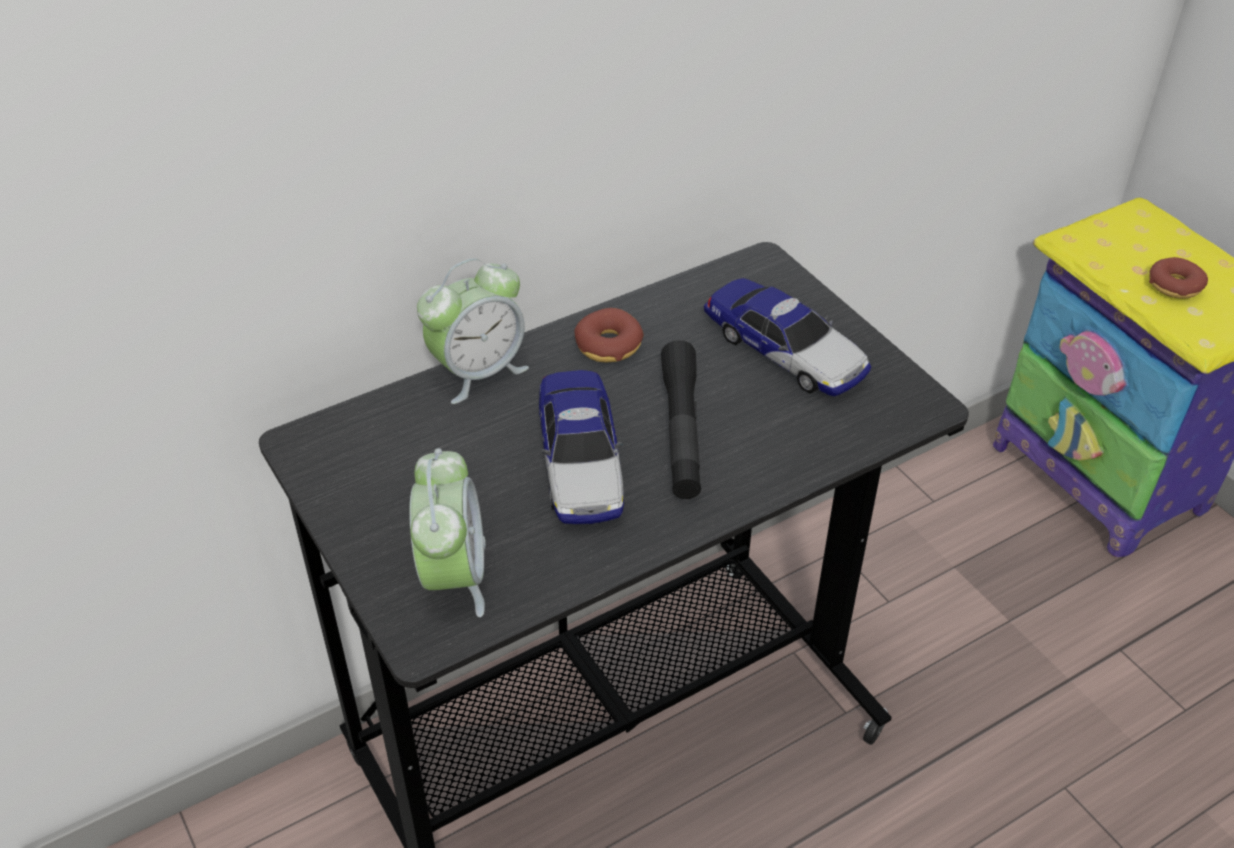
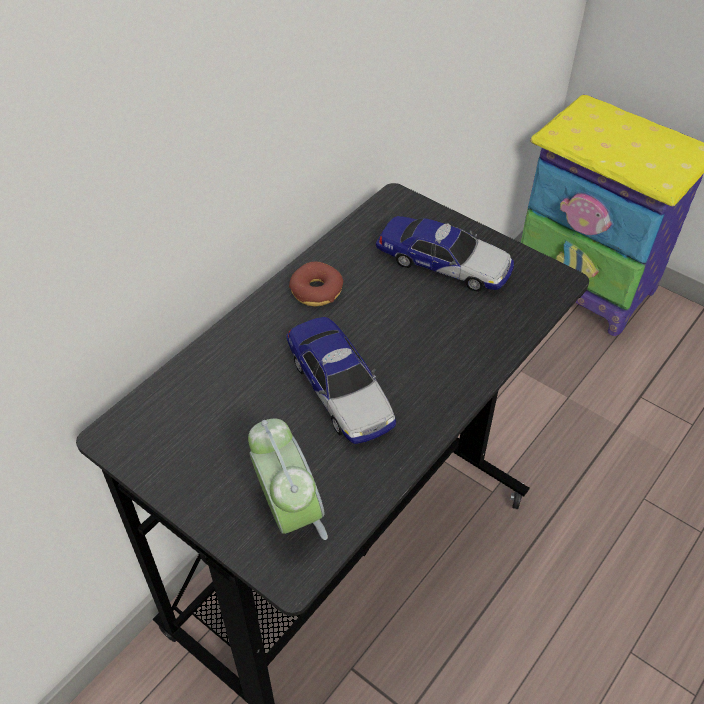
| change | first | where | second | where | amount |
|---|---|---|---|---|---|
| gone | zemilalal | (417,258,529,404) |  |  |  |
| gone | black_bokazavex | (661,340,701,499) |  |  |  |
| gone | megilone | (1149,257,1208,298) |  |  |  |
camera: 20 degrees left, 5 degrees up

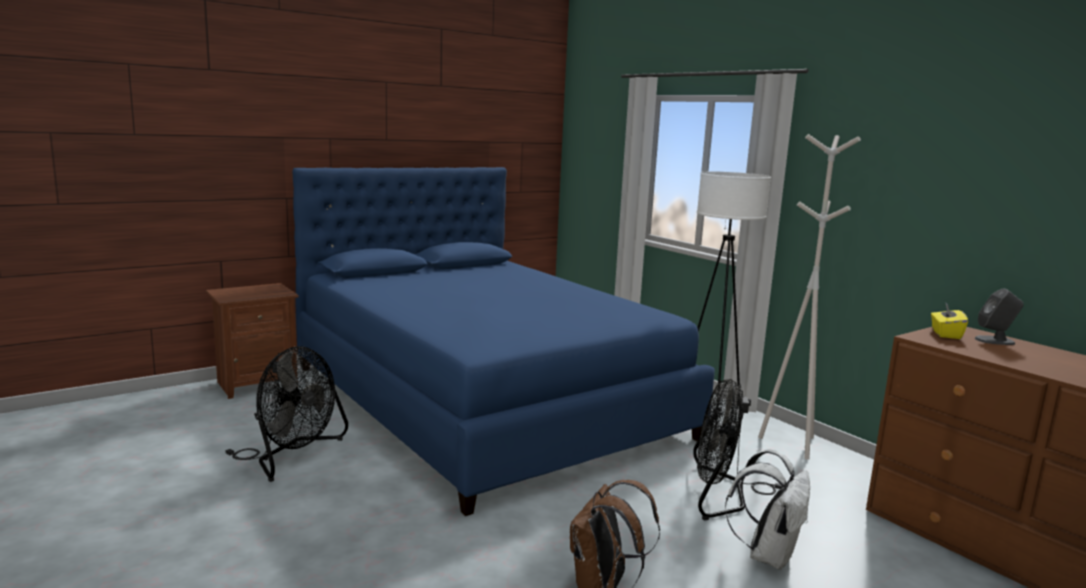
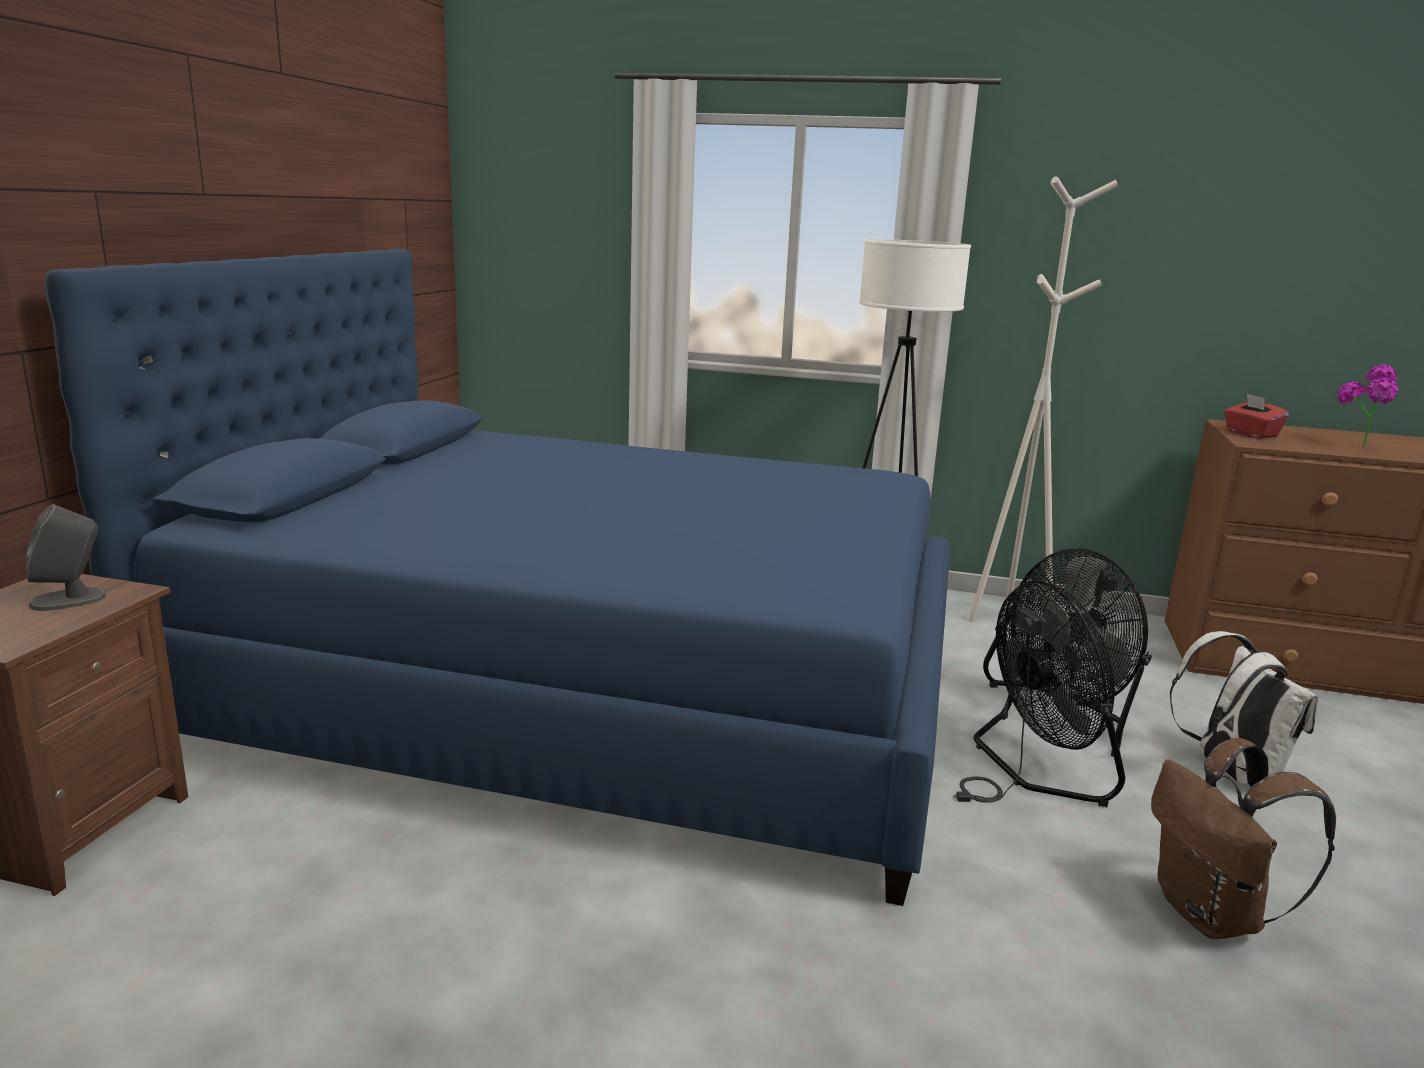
| change | first | where | second | where | amount |
|---|---|---|---|---|---|
| shifted | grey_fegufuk | (975,289,1024,345) |  | (25,504,106,611) |  |
| shifted | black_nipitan | (226,346,348,482) |  | (953,580,1125,807) |  |
| repainted | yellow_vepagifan | (931,302,968,339) | red_vepagifan | (1224,394,1289,438) |  |
| new |  |  | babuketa | (1337,364,1398,446) |  |
camera: 40 degrees left, 5 degrees up

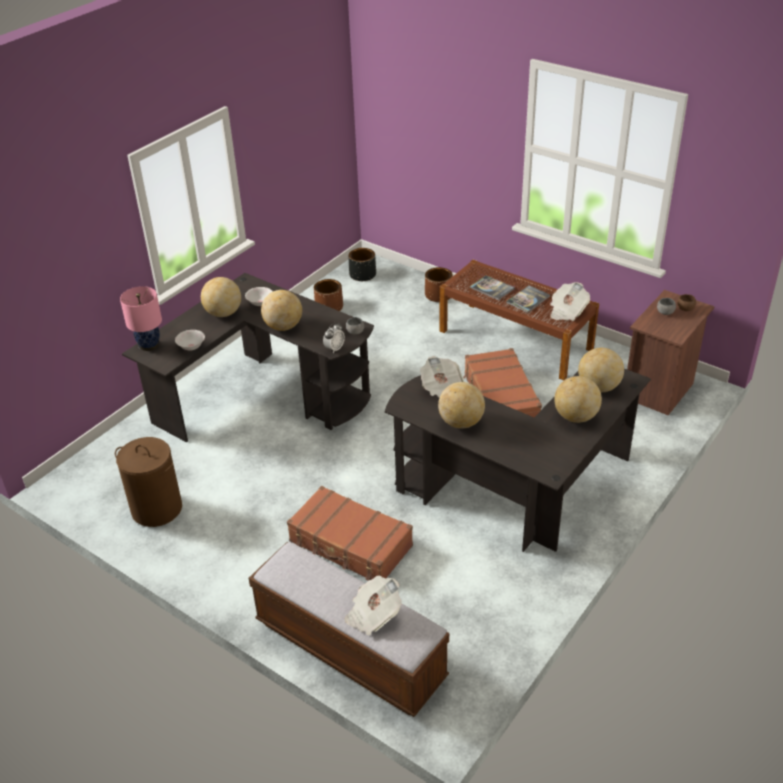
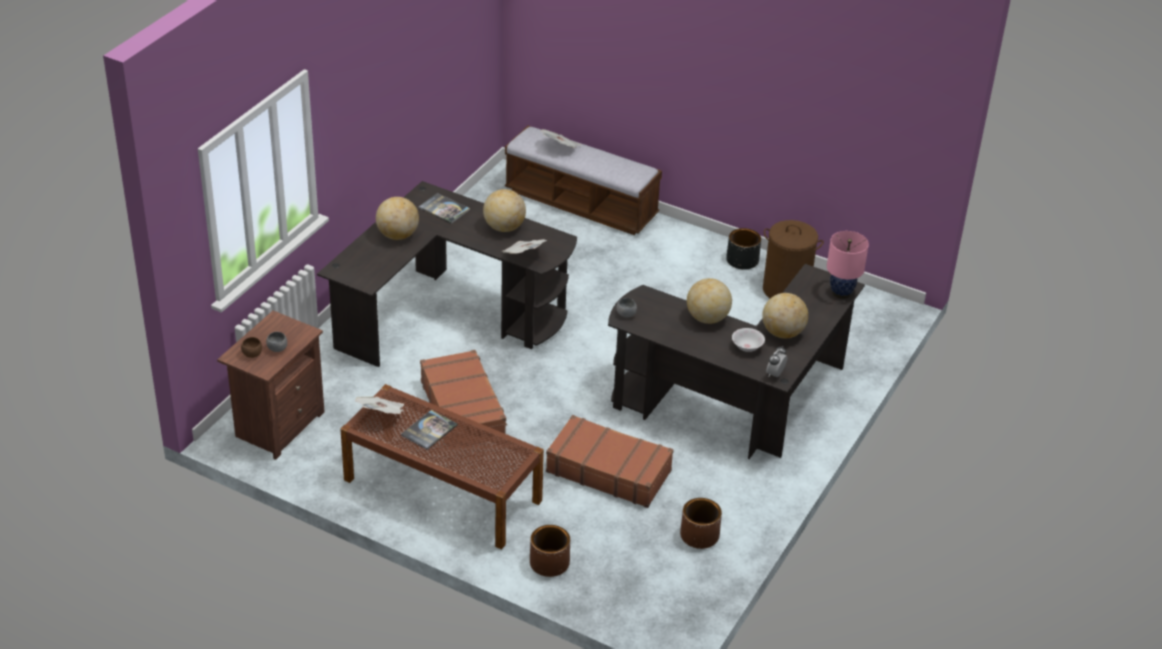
| change | first | where | second | where | amount |
|---|---|---|---|---|---|
| shifted | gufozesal | (470,275,515,300) |  | (418,193,470,224) |  |
| shifted | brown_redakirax | (287,486,413,581) |  | (546,415,674,508) |  |
| shifted | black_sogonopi | (348,248,376,281) |  | (726,228,761,270) |  |
| shifted | zemilalal | (323,322,345,353) |  | (766,346,788,377) |  |
| gone | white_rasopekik | (175,330,205,351) |  |  |  |
| gone | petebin | (578,348,624,393) |  |  |  |
camera: 170 degrees right, 0 degrees up

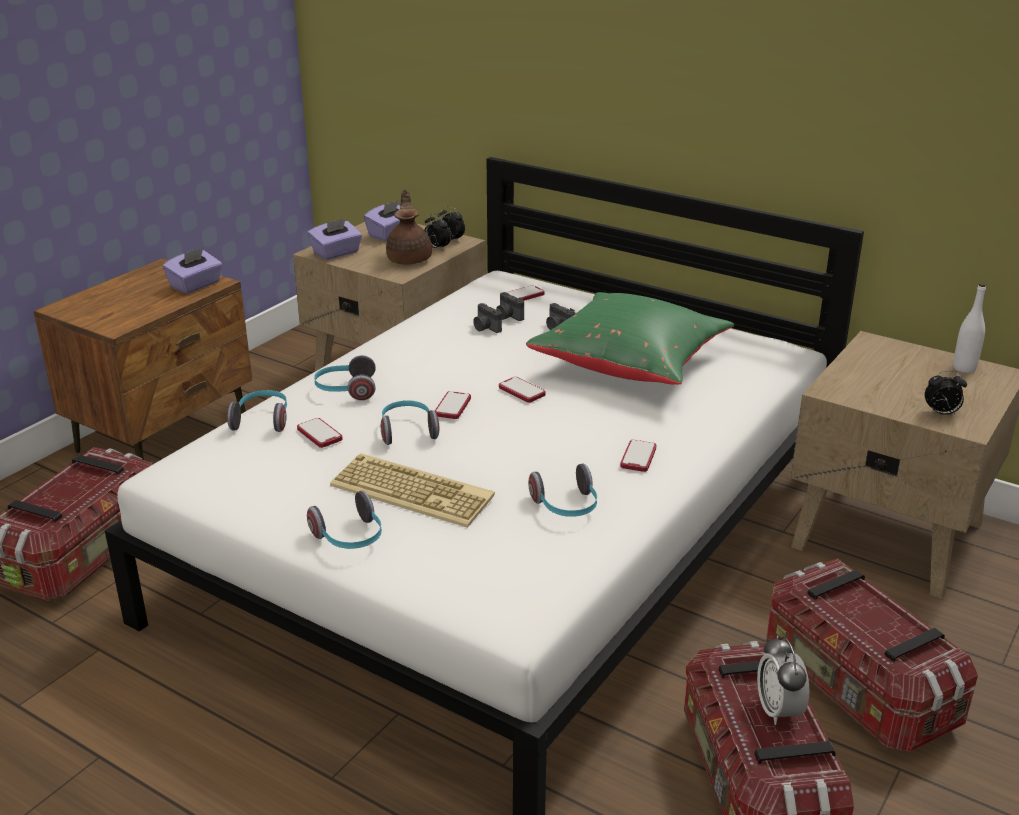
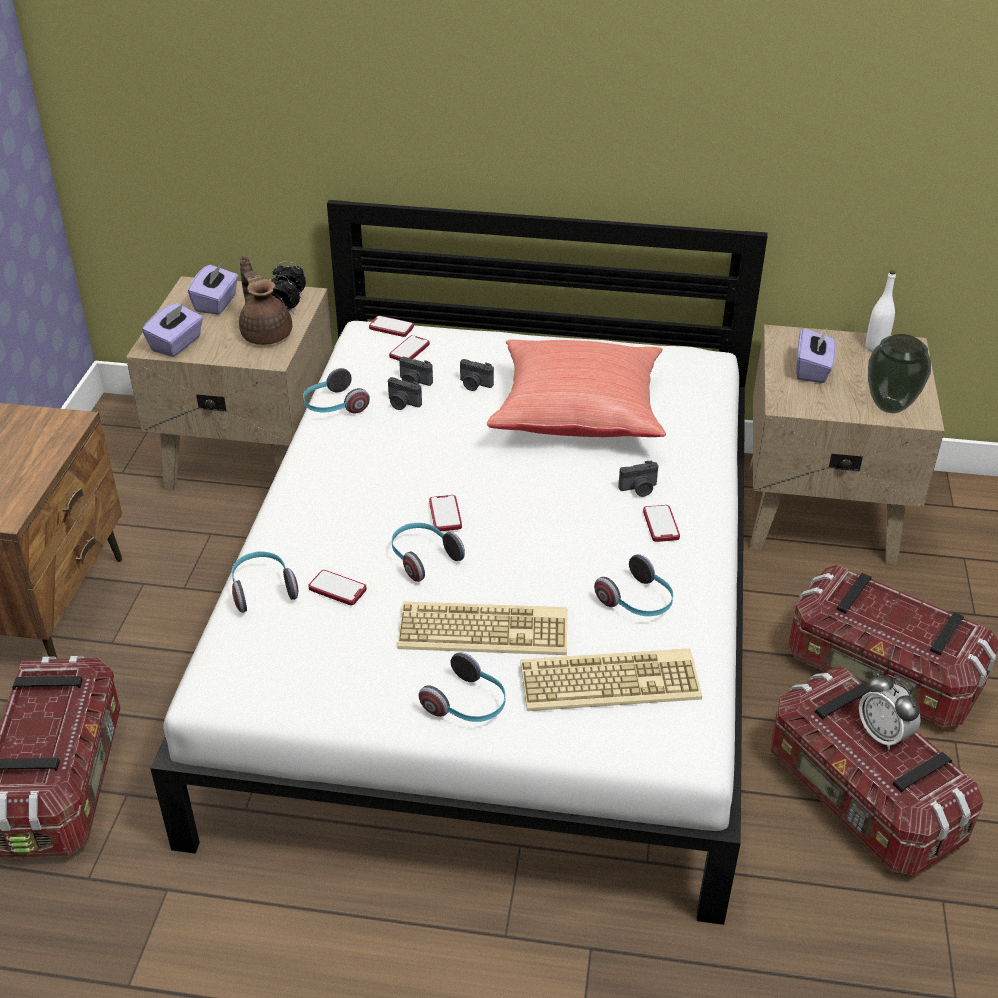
| change | first | where | second | where | amount |
|---|---|---|---|---|---|
| shifted | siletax | (314,355,376,400) |  | (303,368,370,413) |  |
| shifted | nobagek | (499,377,546,403) |  | (369,316,414,337) |  |
| repainted | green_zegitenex | (526,292,734,385) | red_zegitenex | (487,340,666,437) |  |
| new |  |  | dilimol | (521,648,702,711) |  |
| new |  |  | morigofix | (618,461,658,497) |  |
| shifted | purple_vepagifan | (163,248,222,294) |  | (796,328,836,383) |  |
| swapped | zemilalal | (925,371,967,415) | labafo | (868,334,931,413) |  |
camera: 25 degrees left, 10 degrees up

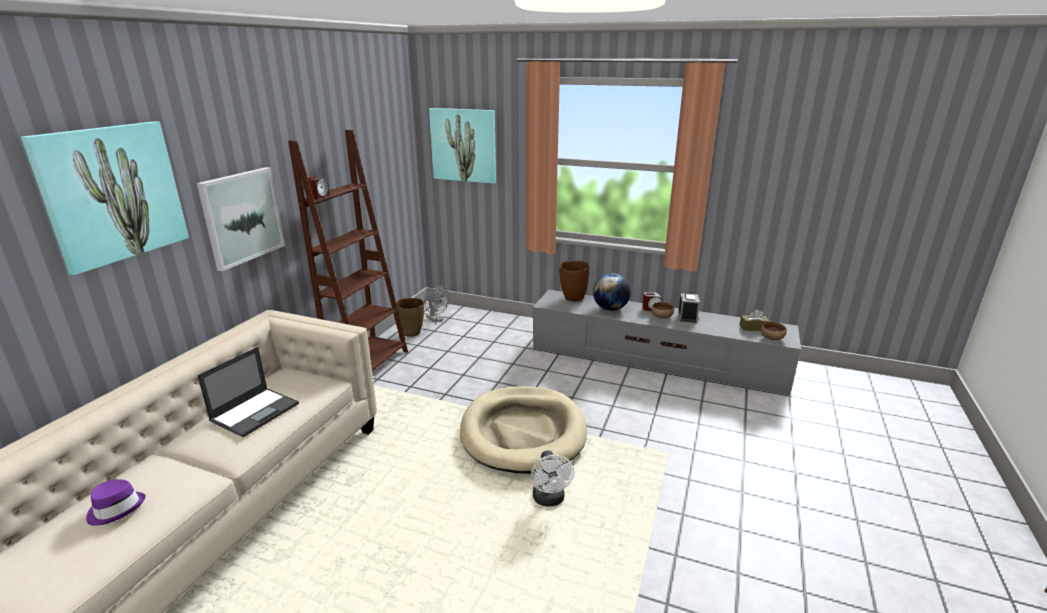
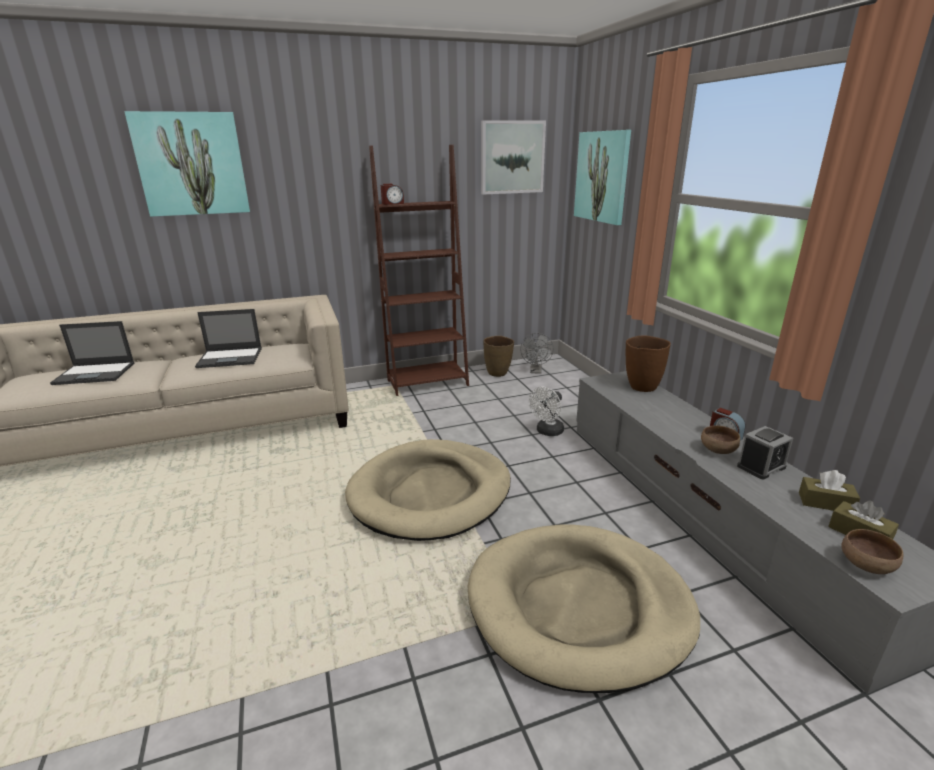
| change | first | where | second | where | amount |
|---|---|---|---|---|---|
| swapped | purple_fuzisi | (86,479,145,525) | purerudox | (50,321,134,385) |  |
| new |  |  | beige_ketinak | (467,524,700,693) |  |
| shifted | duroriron | (197,167,285,271) |  | (481,120,546,195) |  |
| shifted | white_nipitan | (531,450,574,507) |  | (529,387,564,436) |  |
| new |  |  | brown_vepagifan | (799,470,860,511) |  |
| gone | petebin | (593,273,631,311) |  |  |  |
camera: 50 degrees right, 0 degrees up

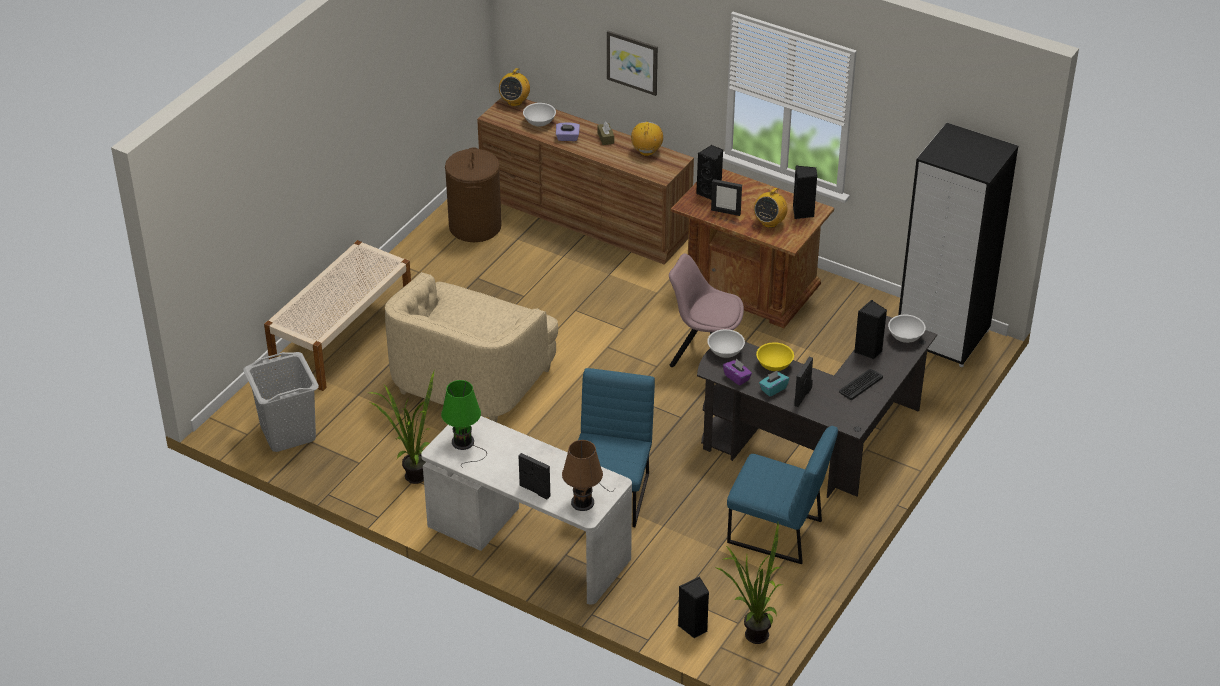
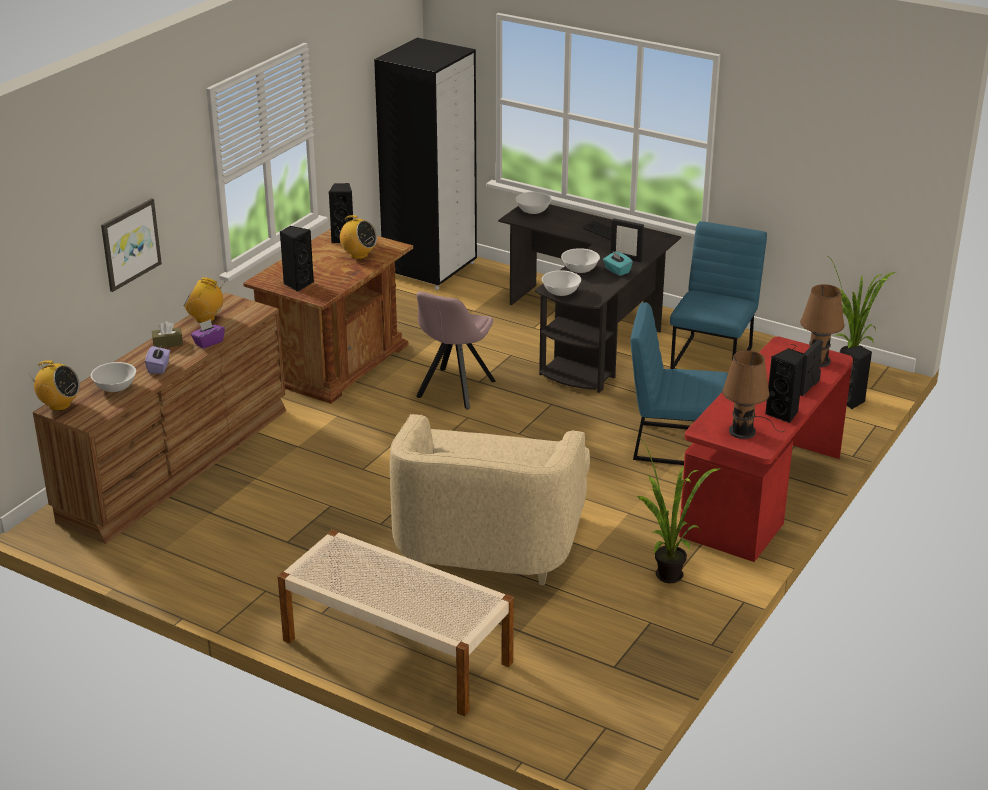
| change | first | where | second | where | amount |
|---|---|---|---|---|---|
| shifted | purple_vepagifan | (723,358,752,386) |  | (191,319,225,349) |  |
| rotated | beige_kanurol | (385,272,558,422) |  | (390,414,590,586) | 75 degrees clockwise |
| repainted | yellow_rasopekik | (756,342,794,371) | white_rasopekik | (561,248,600,273) |  |
| repainted | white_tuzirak | (421,416,632,605) | red_tuzirak | (679,337,853,562) |  |
| repainted | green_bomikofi | (441,380,487,468) | brown_bomikofi | (722,350,784,439) |  |
| shifted | black_fegufuk | (854,300,887,359) |  | (765,348,805,423) |  |
| gone | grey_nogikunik | (243,352,319,452) |  |  |  |
| gone | brown_nogikunik | (445,147,502,242) |  |  |  |
| gone | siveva | (711,179,742,216) |  |  |  |
camera: 90 degrees left, 10 degrees down

